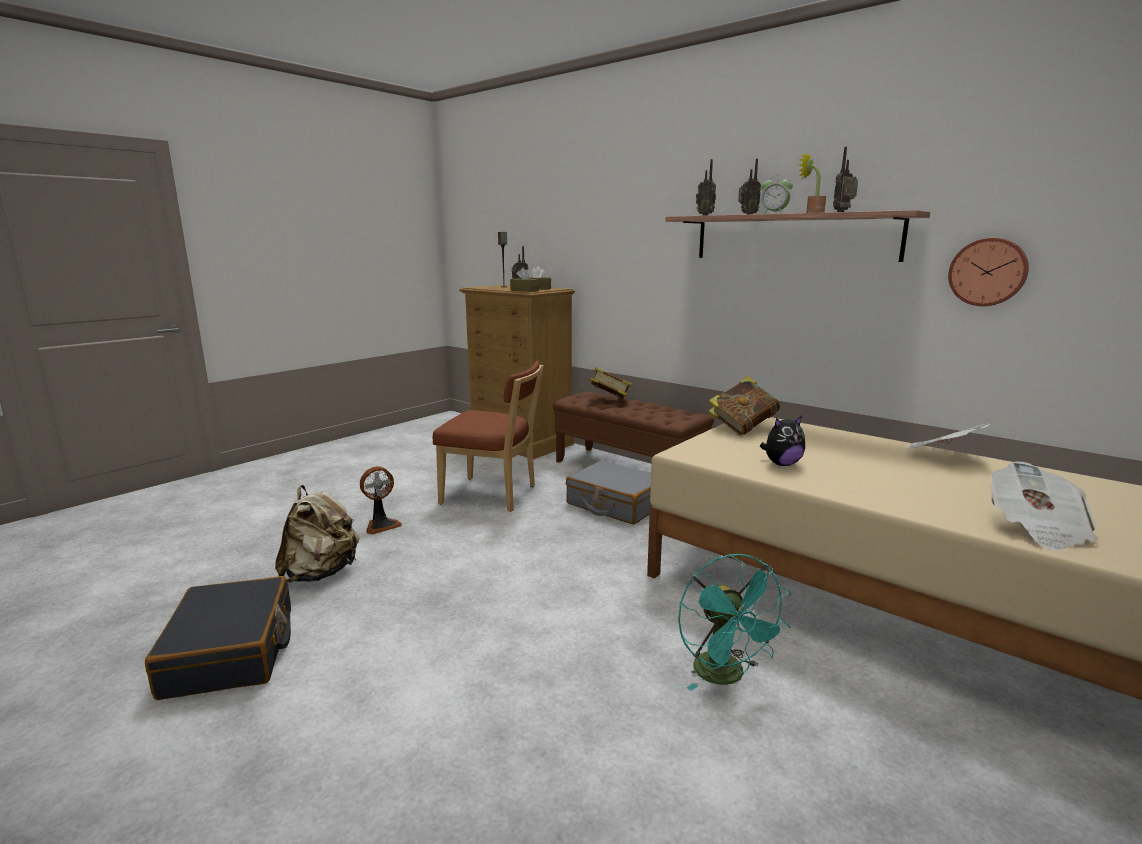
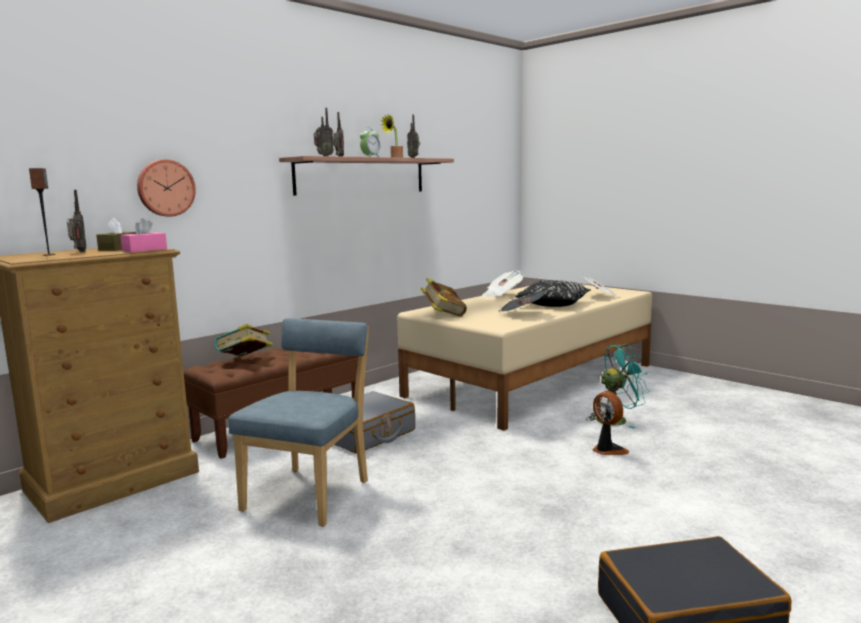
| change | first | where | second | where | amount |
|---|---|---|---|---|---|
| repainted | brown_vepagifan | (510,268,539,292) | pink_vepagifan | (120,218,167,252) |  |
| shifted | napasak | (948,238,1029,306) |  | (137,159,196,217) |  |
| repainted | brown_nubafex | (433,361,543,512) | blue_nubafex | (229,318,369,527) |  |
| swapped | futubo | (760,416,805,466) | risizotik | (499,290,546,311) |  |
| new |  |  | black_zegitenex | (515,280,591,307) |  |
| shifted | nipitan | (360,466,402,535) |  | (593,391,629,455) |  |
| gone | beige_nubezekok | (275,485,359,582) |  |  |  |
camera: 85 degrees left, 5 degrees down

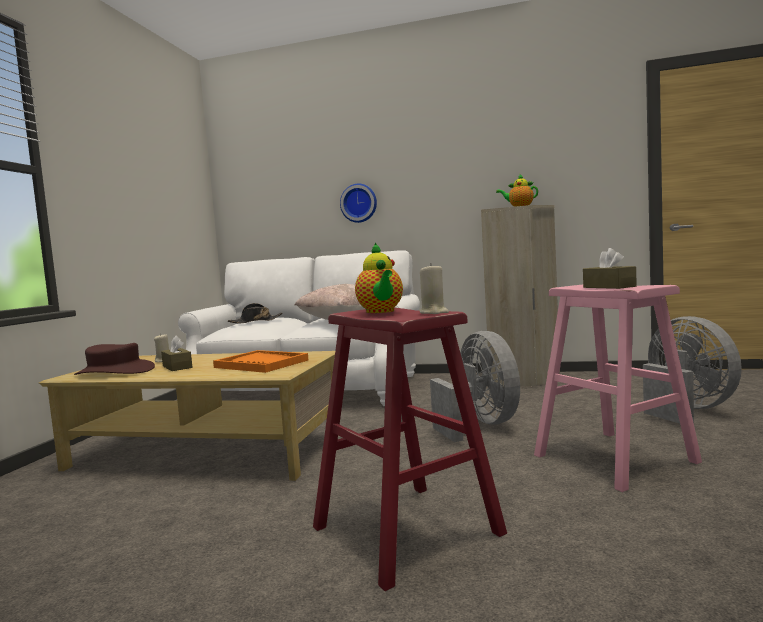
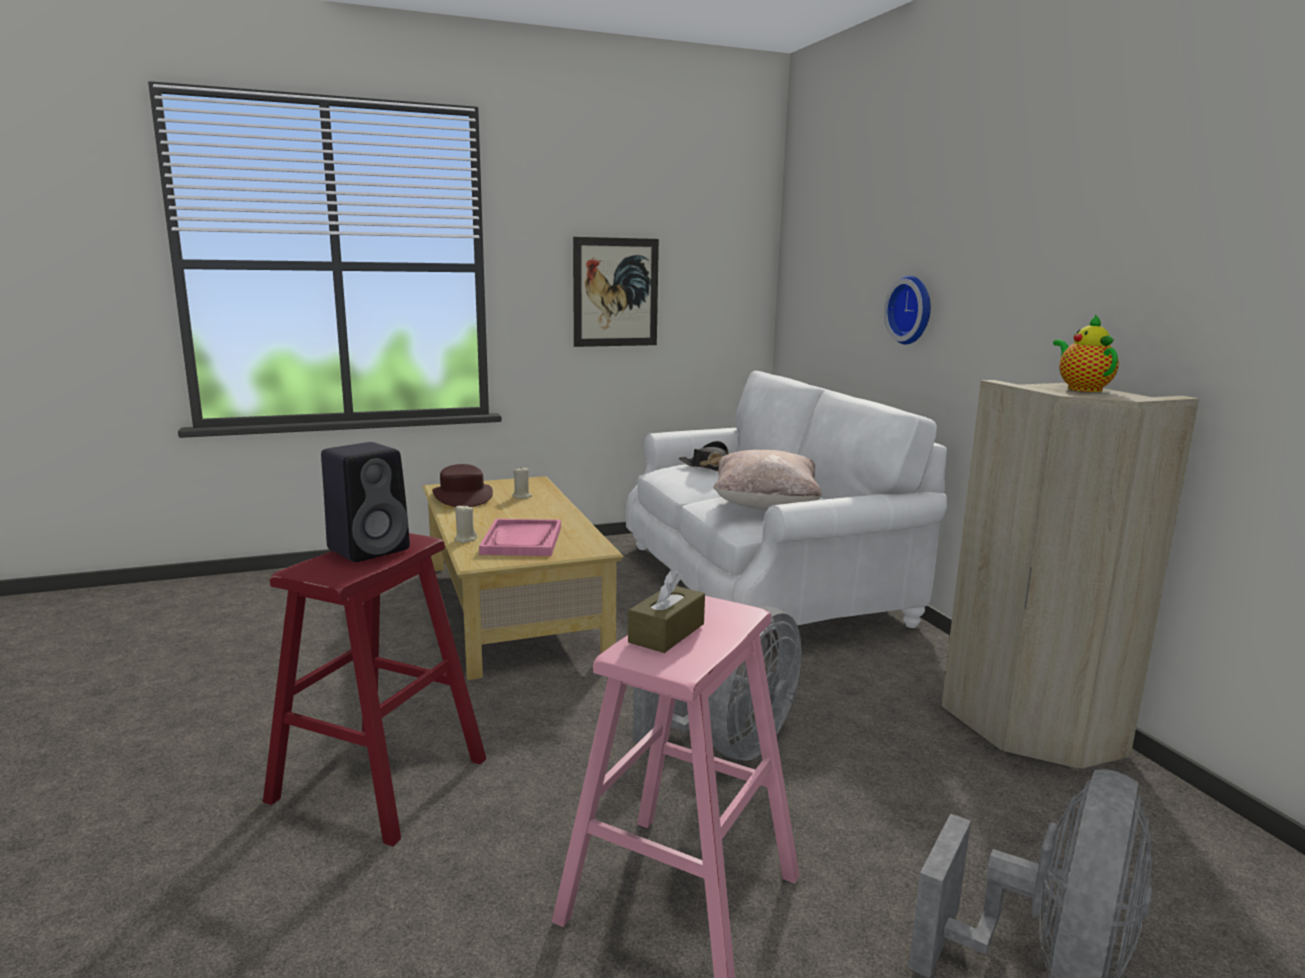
| change | first | where | second | where | amount |
|---|---|---|---|---|---|
| swapped | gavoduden | (355,242,403,313) | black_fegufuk | (321,442,410,562) |  |
| shifted | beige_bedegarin | (420,263,449,314) |  | (455,505,477,543) |  |
| repainted | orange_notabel | (213,350,308,373) | pink_notabel | (479,519,561,556) |  |
| new |  |  | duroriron | (573,237,659,347) |  |
| gone | brown_vepagifan | (161,336,192,371) |  |  |  |
camera: 55 degrees right, 10 degrees up

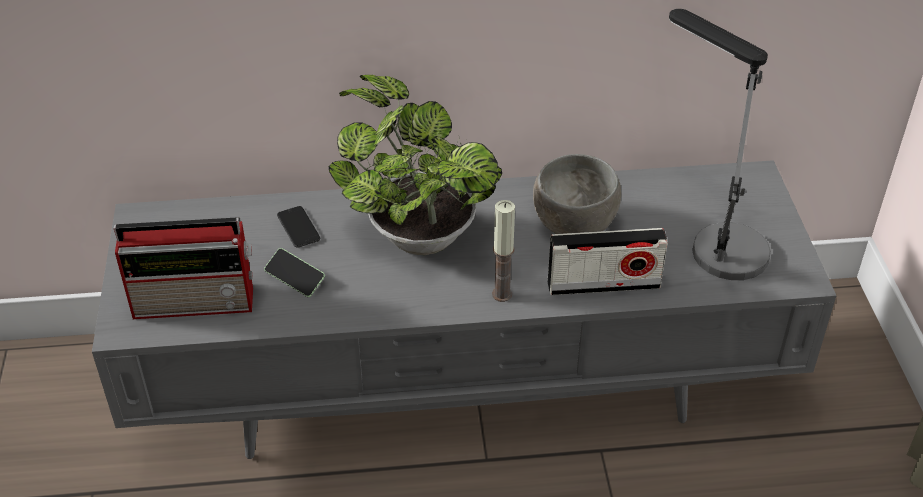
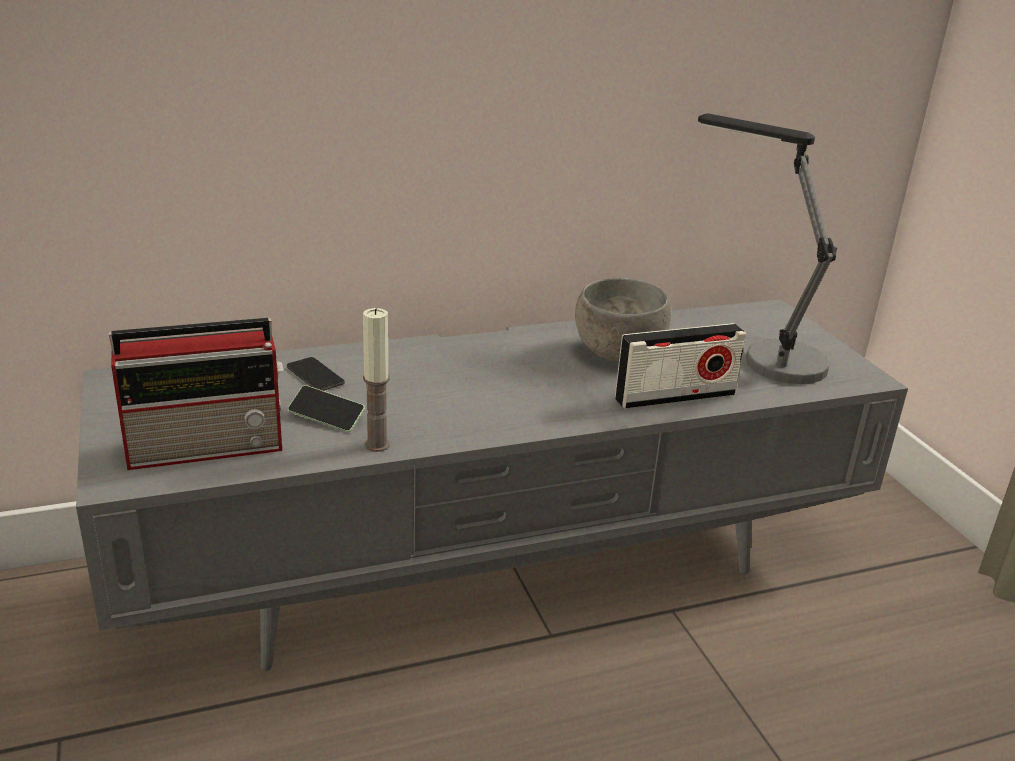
| change | first | where | second | where | amount |
|---|---|---|---|---|---|
| shifted | bedegarin | (492,200,515,302) |  | (363,308,390,452) |  |
| gone | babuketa | (329,75,502,255) |  |  |  |
camera: 15 degrees left, 15 degrees down

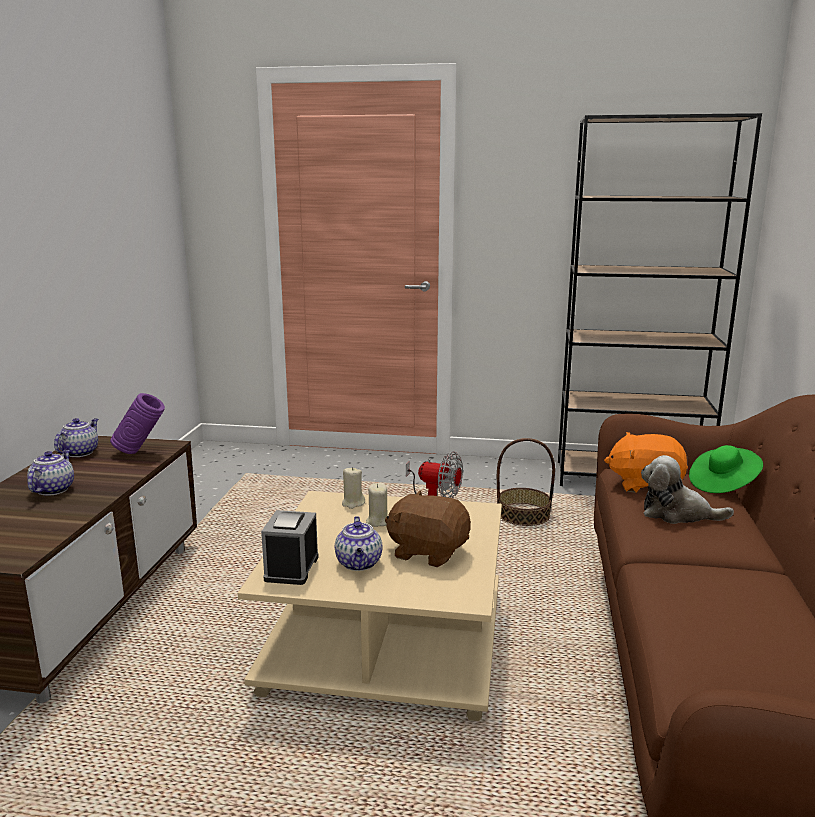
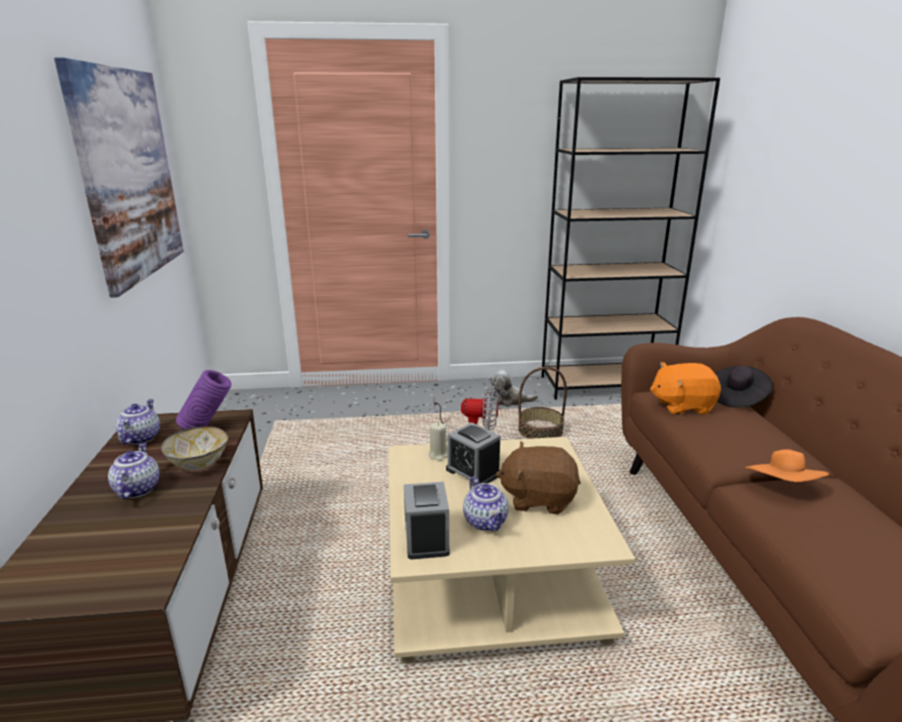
| change | first | where | second | where | amount |
|---|---|---|---|---|---|
| new |  |  | duroriron | (54,57,184,298) |  |
| new |  |  | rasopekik | (161,426,228,470) |  |
| swapped | beige_bedegarin | (366,483,387,527) | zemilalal | (446,422,500,486) |  |
| shifted | futubo | (641,455,734,524) |  | (490,370,538,407) |  |
| repainted | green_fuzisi | (689,445,763,493) | black_fuzisi | (715,366,773,408) |  |
| new |  |  | orange_fuzisi | (745,449,829,482) |  |
camera: 15 degrees left, 5 degrees up

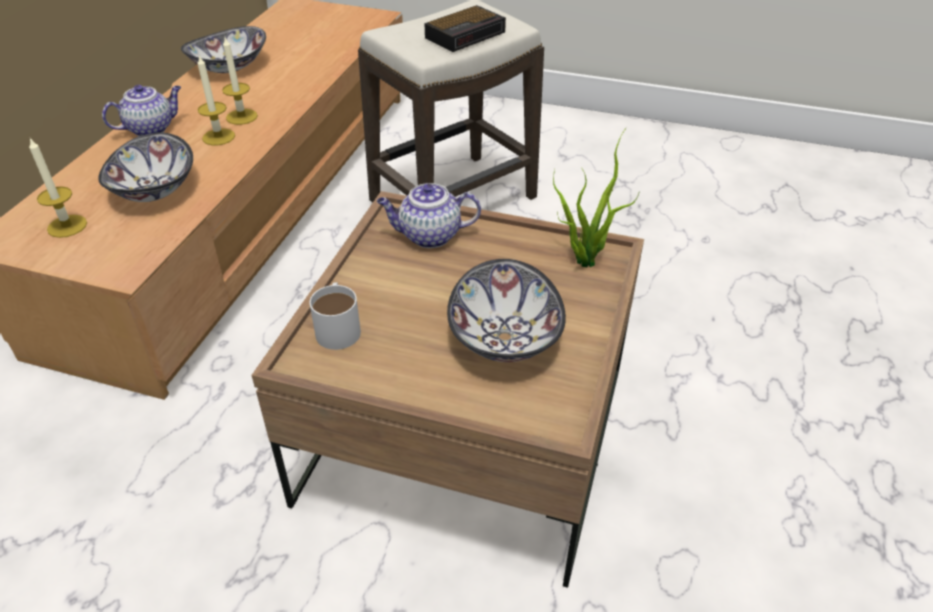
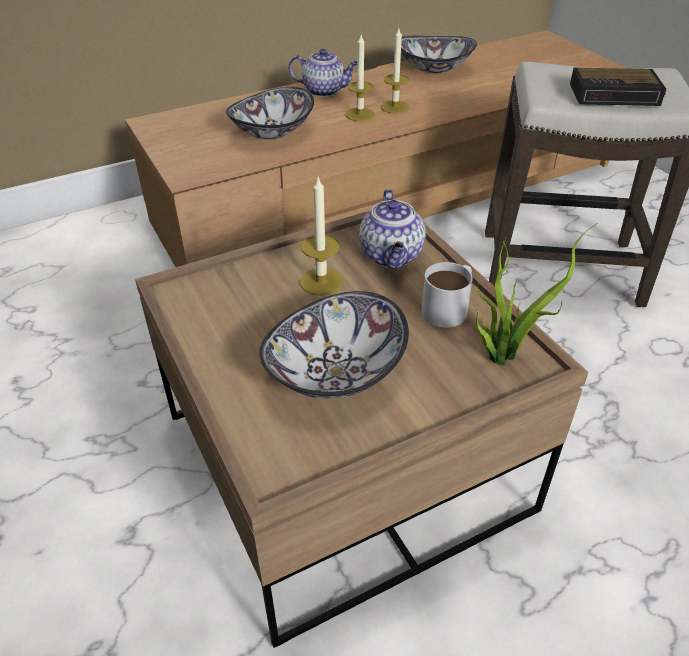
| change | first | where | second | where | amount |
|---|---|---|---|---|---|
| shifted | bedegarin | (29,138,87,238) |  | (300,175,344,296) |  |
| rotated | gavoduden | (377,183,481,248) |  | (359,189,426,269) | 135 degrees counterclockwise |
| shifted | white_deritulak | (310,282,361,350) |  | (421,262,473,327) |  |
camera: 45 degrees right, 0 degrees up

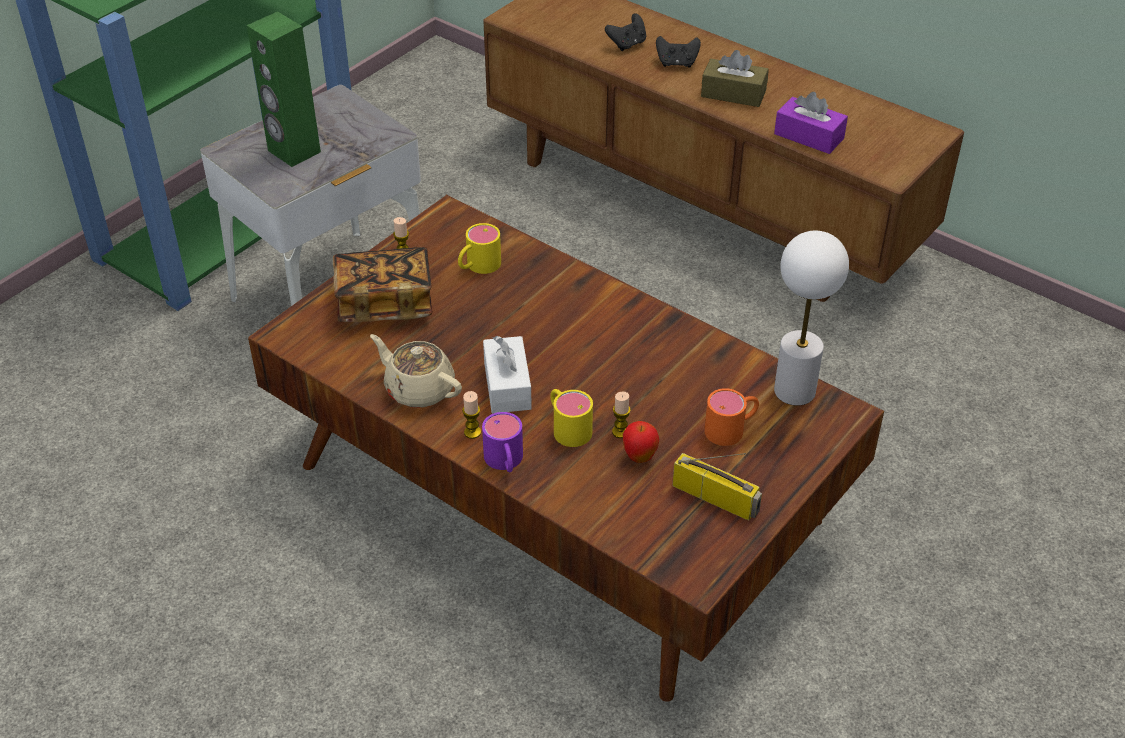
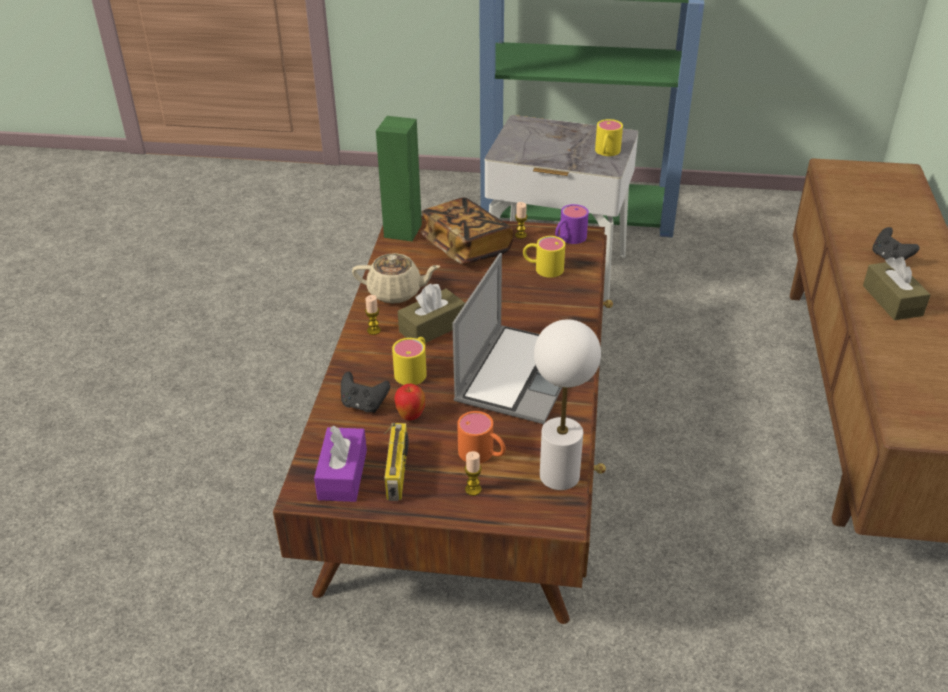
| change | first | where | second | where | amount |
|---|---|---|---|---|---|
| shifted | purple_vepagifan | (774,92,848,154) |  | (314,426,367,502) |  |
| shifted | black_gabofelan | (605,13,646,51) |  | (341,372,390,413) |  |
| rotated | beige_gavoduden | (370,334,462,408) |  | (352,253,440,304) | 90 degrees clockwise |
| shifted | green_fegufuk | (247,11,321,167) |  | (376,116,422,241) |  |
| repainted | white_vepagifan | (483,336,532,414) | brown_vepagifan | (398,283,465,343) |  |
| new |  |  | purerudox | (452,253,563,424) |  |
| shifted | bedegarin | (612,392,631,438) |  | (464,451,482,496) |  |
| shifted | purple_deritulak | (482,412,523,472) |  | (555,204,589,244) |  |
| new |  |  | yellow_deritulak | (595,119,623,156) |  |
camera: 60 degrees right, 5 degrees down

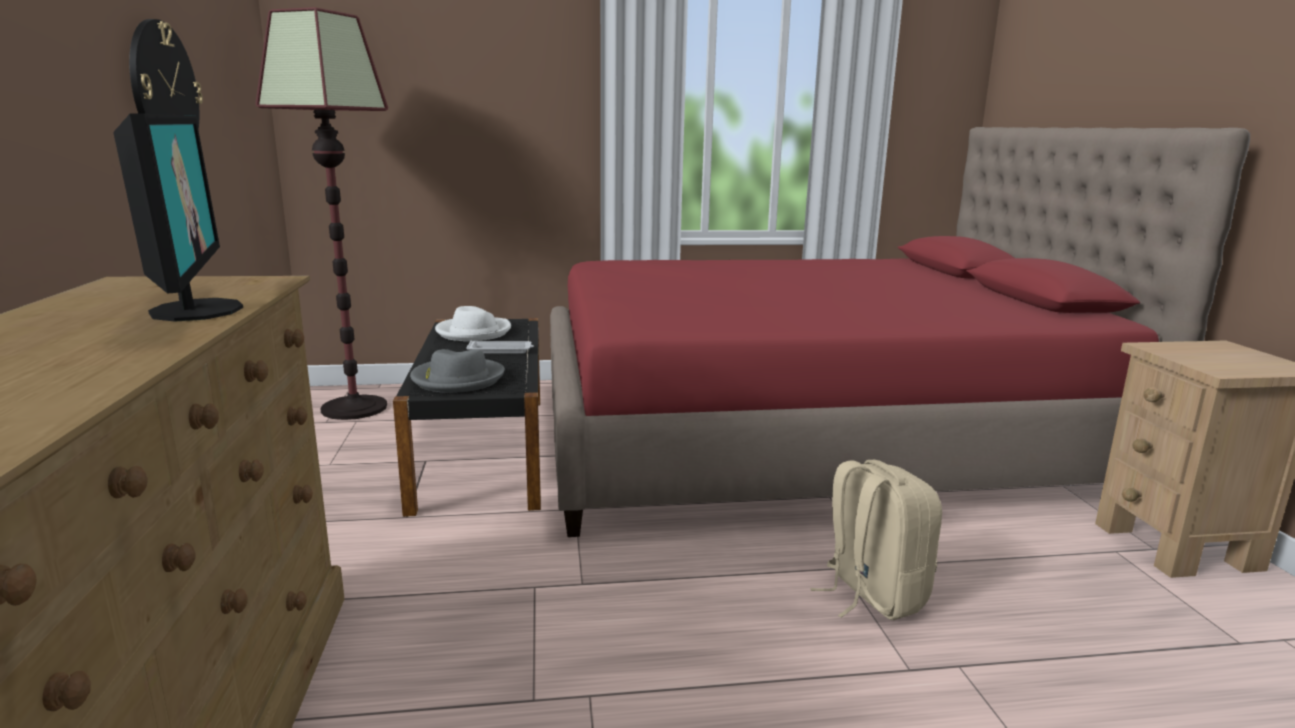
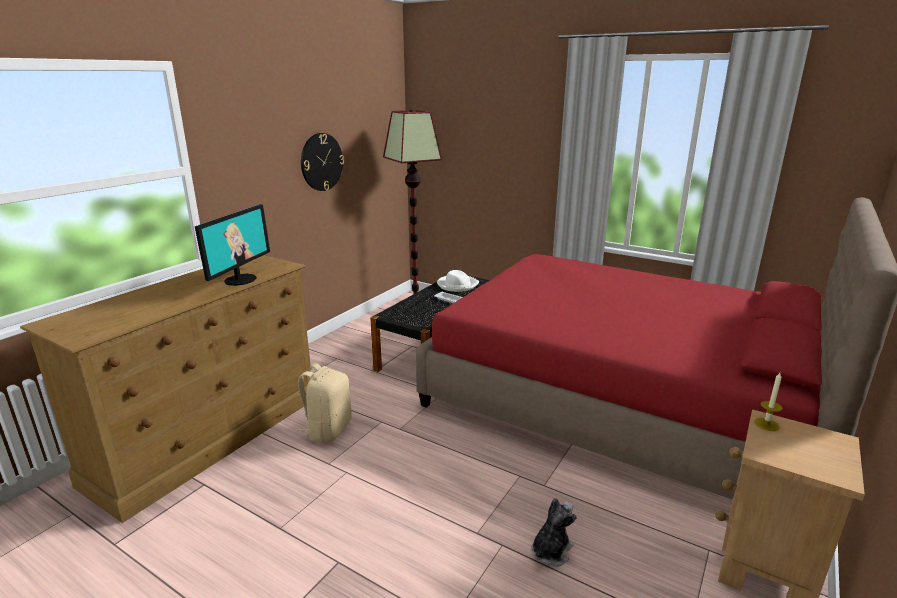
| change | first | where | second | where | amount |
|---|---|---|---|---|---|
| shifted | beige_nubezekok | (810,460,942,620) |  | (297,363,352,443) |  |
| new |  |  | futubo | (531,498,577,567) |  |
| new |  |  | bedegarin | (754,373,782,431) |  |
| gone | grey_fuzisi | (410,349,505,393) |  |  |  |
camera: 40 degrees right, 5 degrees up

